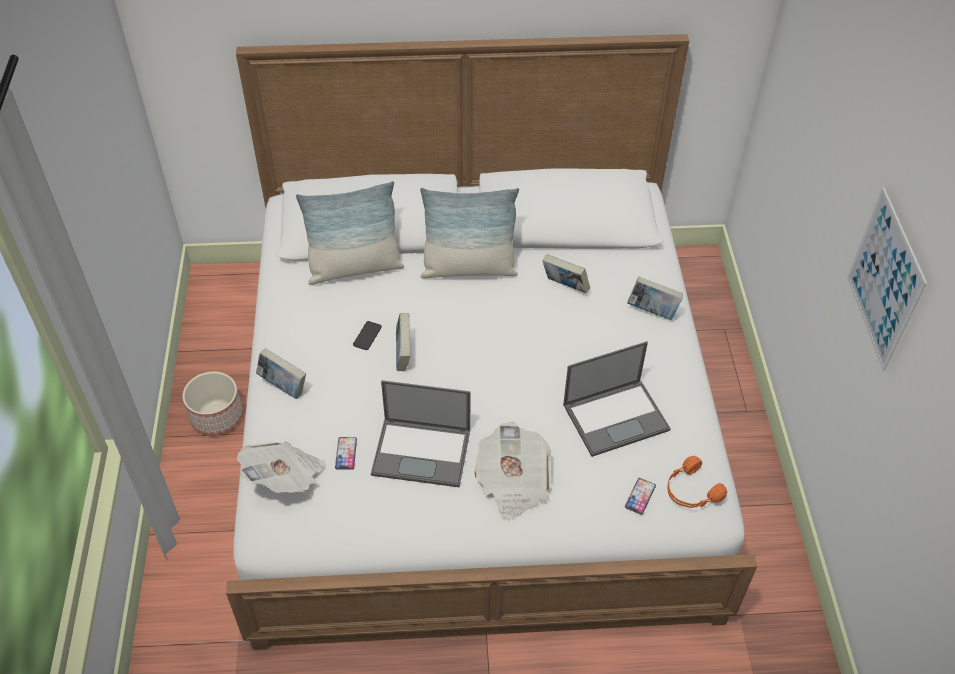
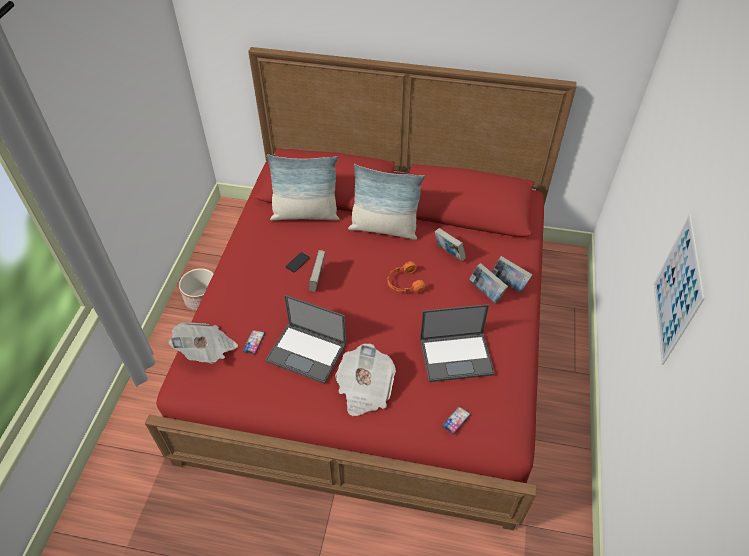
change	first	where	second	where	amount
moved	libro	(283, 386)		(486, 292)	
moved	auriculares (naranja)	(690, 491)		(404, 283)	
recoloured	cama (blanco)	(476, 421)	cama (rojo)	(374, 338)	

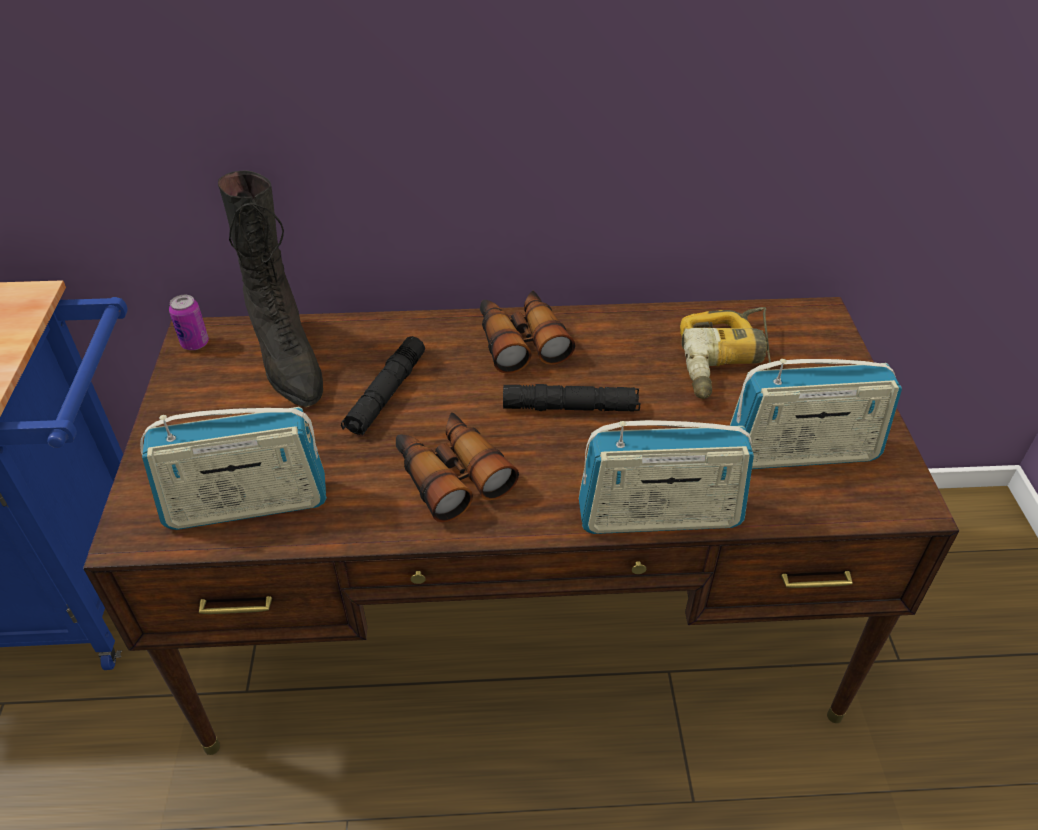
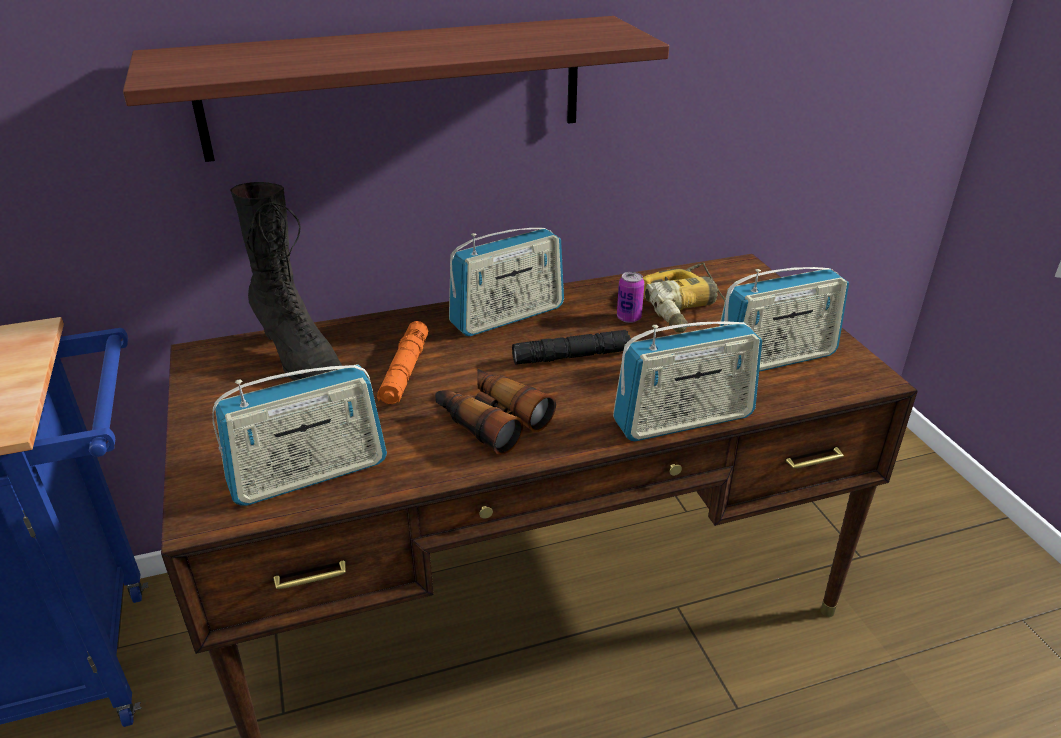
change	first	where	second	where	amount
added			estante	(395, 87)	
moved	lata	(195, 343)		(629, 318)	
replaced	prismáticos	(521, 340)	radio	(508, 316)	
recoloured	linterna (negro)	(386, 394)	linterna (naranja)	(405, 371)	

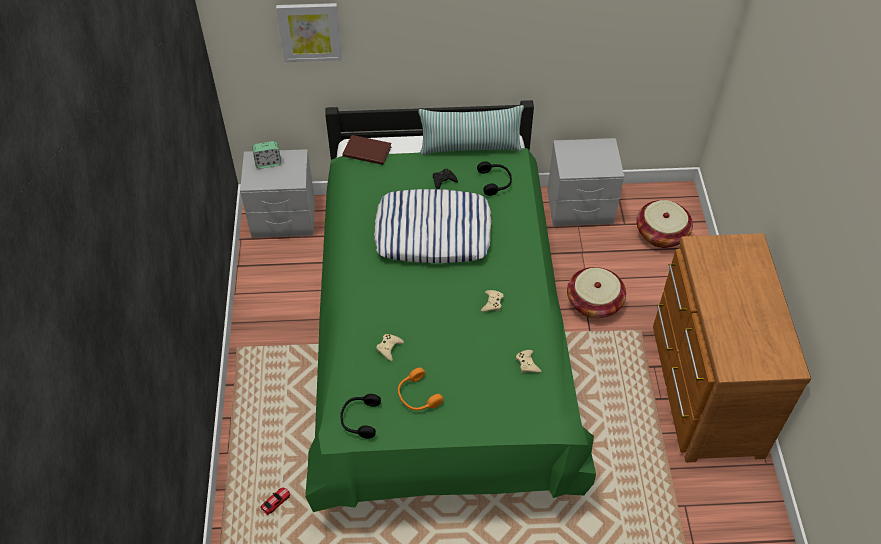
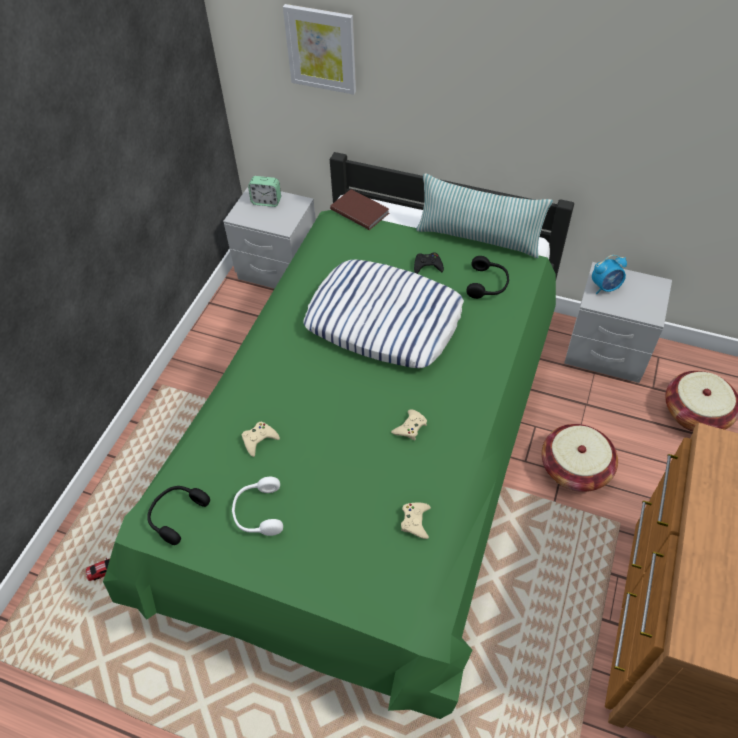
change	first	where	second	where	amount
added			despertador	(605, 287)	
recoloured	auriculares (naranja)	(417, 396)	auriculares (blanco)	(258, 512)	

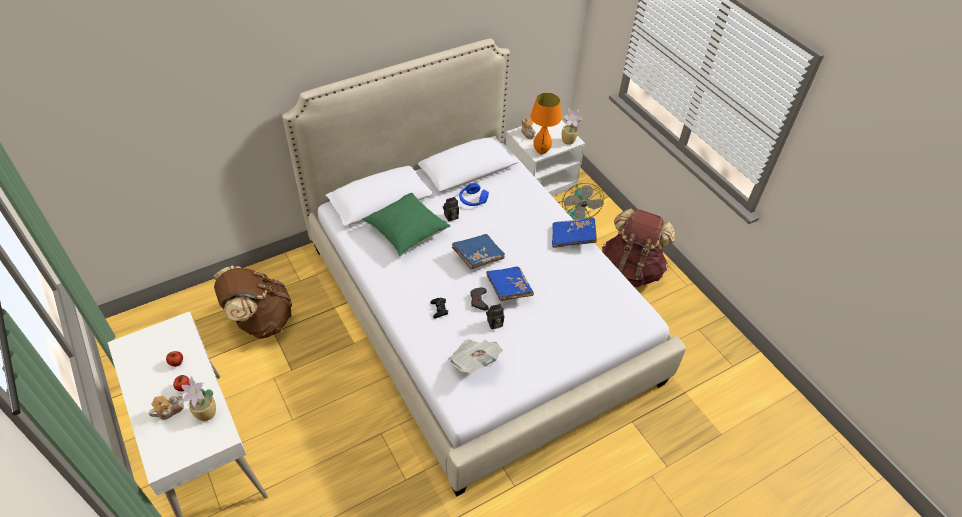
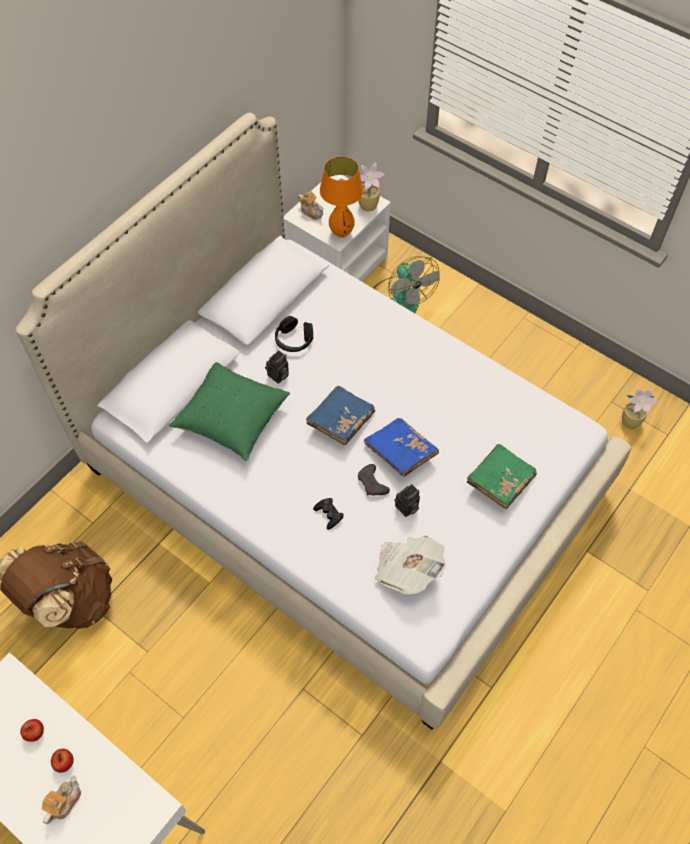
change	first	where	second	where	amount
removed	libro (azul)	(573, 238)			
removed	mochila (marrón)	(631, 270)			
added			libro (verde)	(500, 481)	
moved	planta en maceta	(207, 414)		(631, 422)	
recoloured	auriculares (azul)	(472, 200)	auriculares (negro)	(294, 340)	

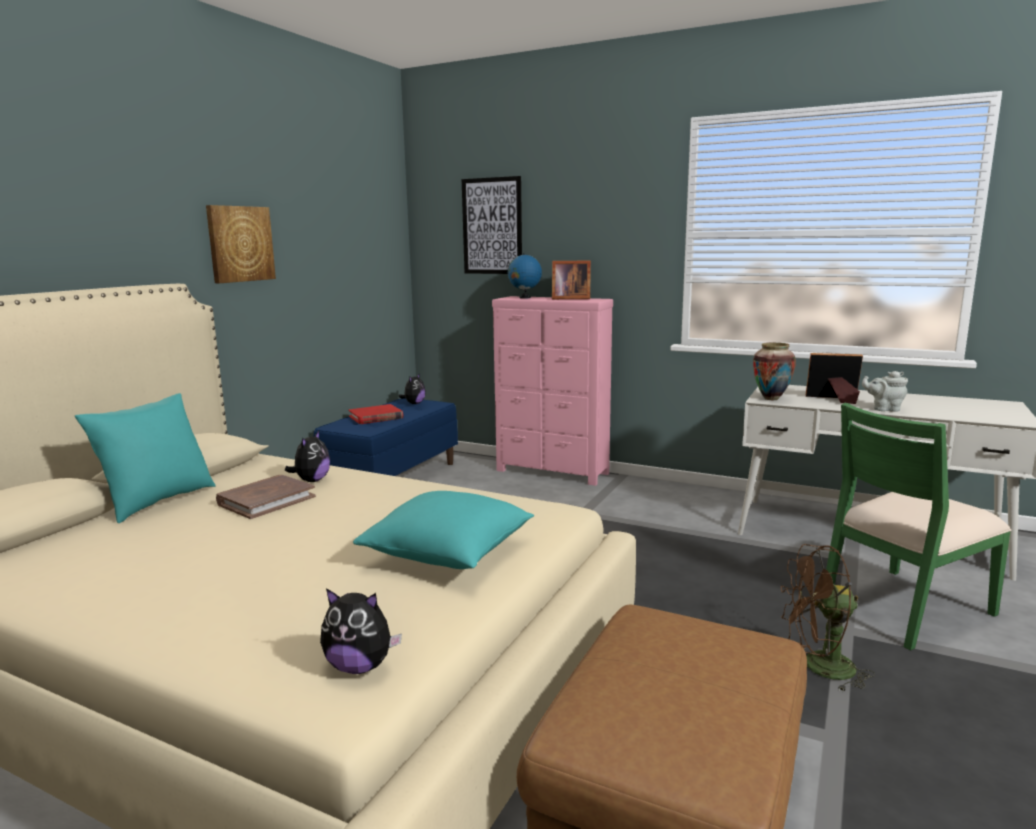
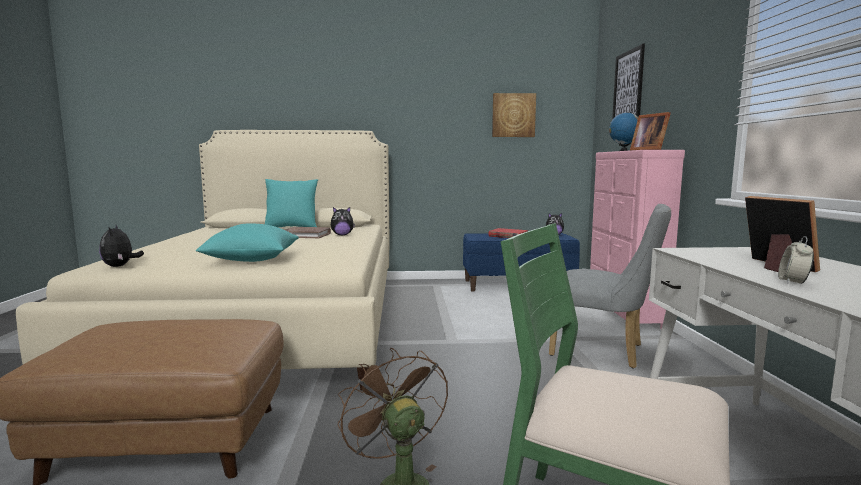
change	first	where	second	where	amount
removed	florero	(771, 399)			
added			silla (gris)	(604, 351)	
moved	cuadro	(240, 244)		(513, 115)	
replaced	tetera (gris)	(884, 409)	despertador	(793, 282)	

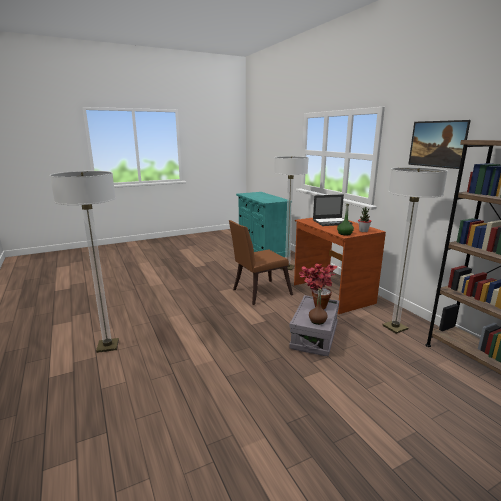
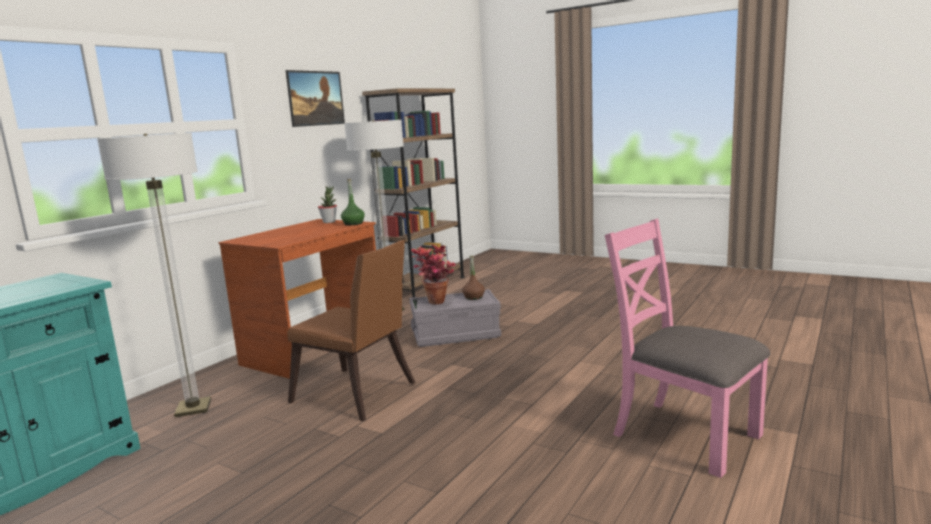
change	first	where	second	where	amount
removed	portátil	(332, 222)			
replaced	lámpara de pie	(108, 346)	silla (rosa)	(684, 435)	

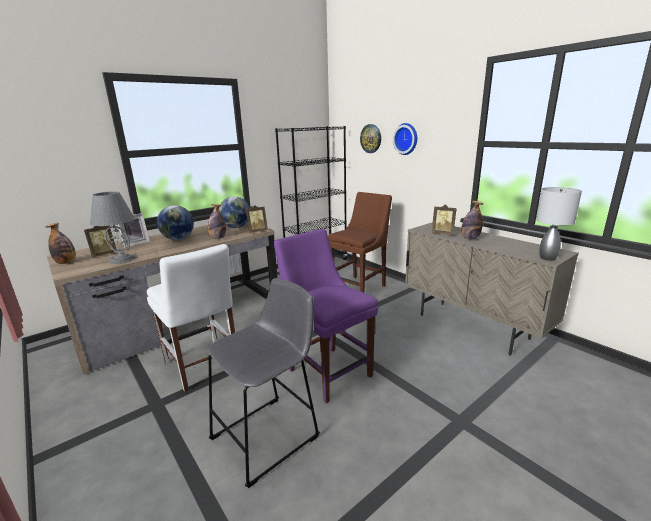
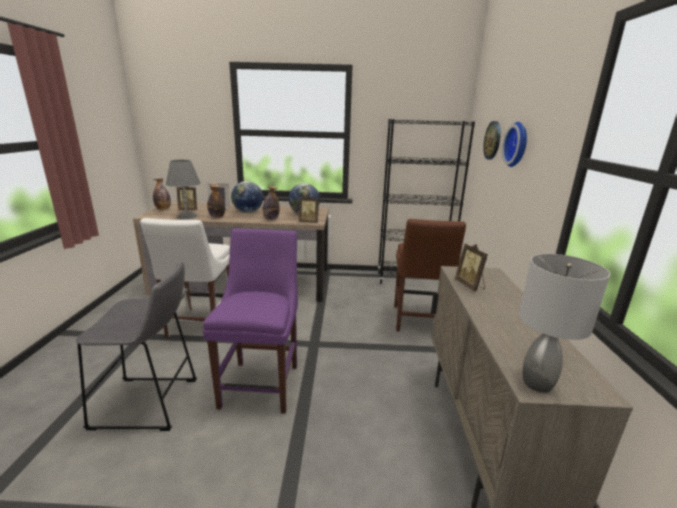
change	first	where	second	where	amount
moved	botella	(470, 238)		(217, 217)	
turned	silla (marrón)	(360, 287)		(418, 321)	105 degrees clockwise

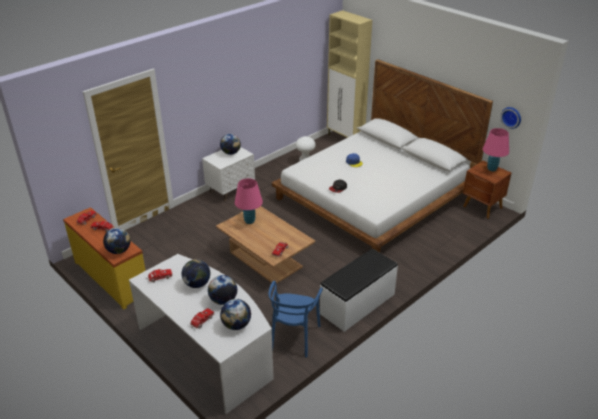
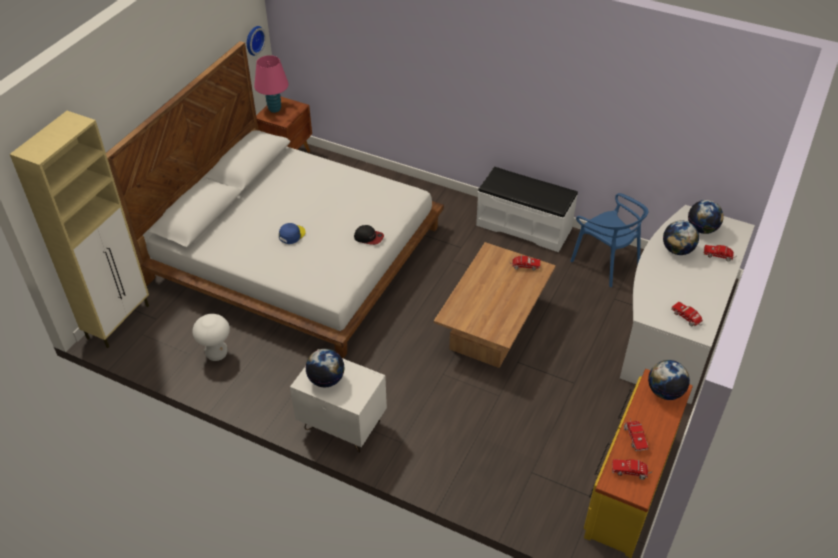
change	first	where	second	where	amount
removed	globo terráqueo	(197, 284)			
removed	lámpara de mesa (rosa)	(249, 221)			
turned	silla (azul)	(293, 337)		(606, 263)	60 degrees clockwise

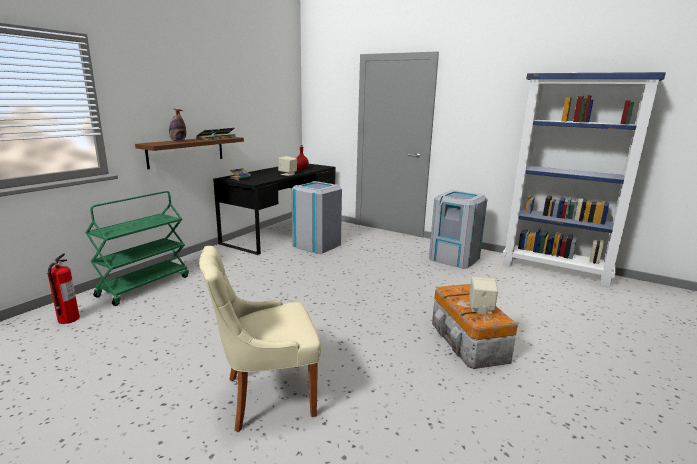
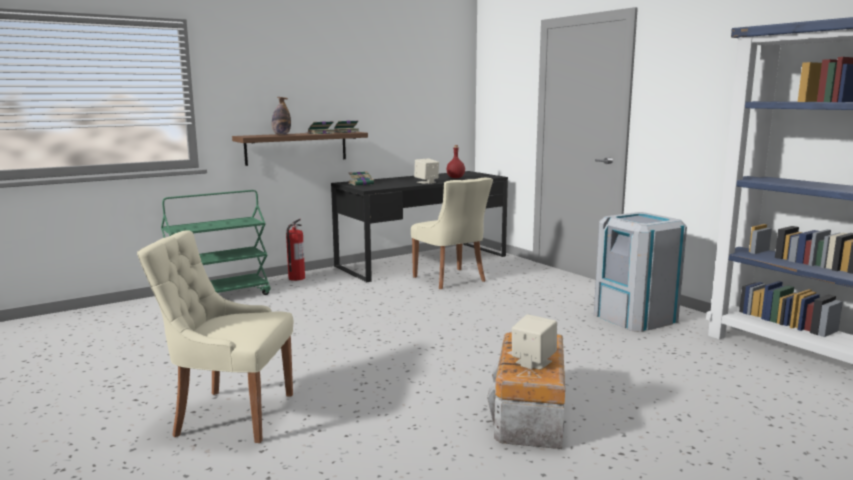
change	first	where	second	where	amount
moved	extintor	(68, 319)		(296, 278)	
replaced	papelera (gris)	(316, 245)	silla (beis)	(451, 279)	

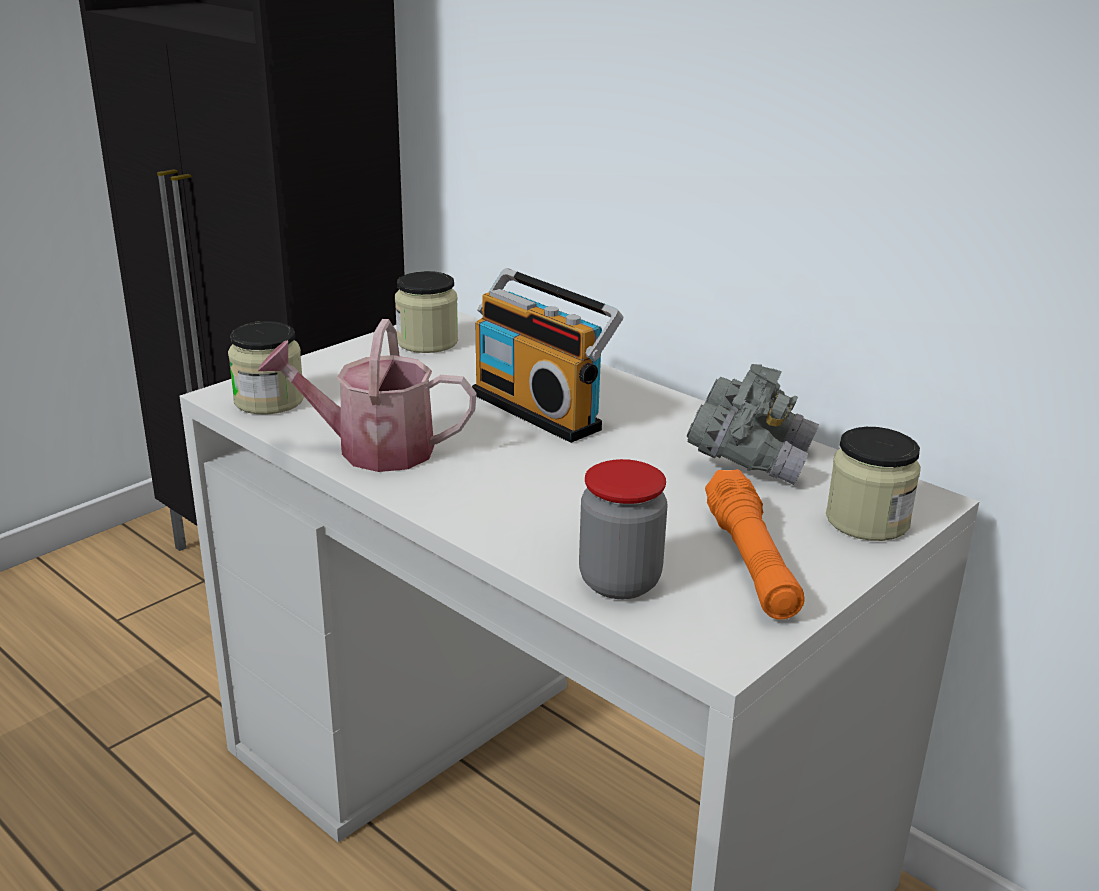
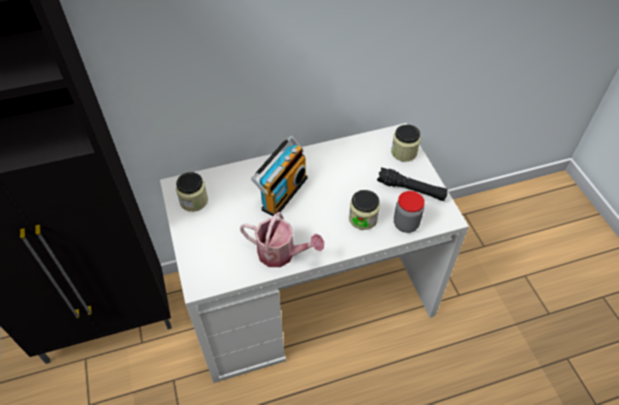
change	first	where	second	where	amount
removed	prismáticos (gris)	(749, 458)			
moved	tarro	(269, 401)		(363, 218)	
recoloured	linterna (naranja)	(750, 562)	linterna (negro)	(411, 189)	
turned	regadera	(372, 449)		(281, 253)	105 degrees counterclockwise
turned	radio	(541, 410)		(282, 192)	45 degrees counterclockwise

